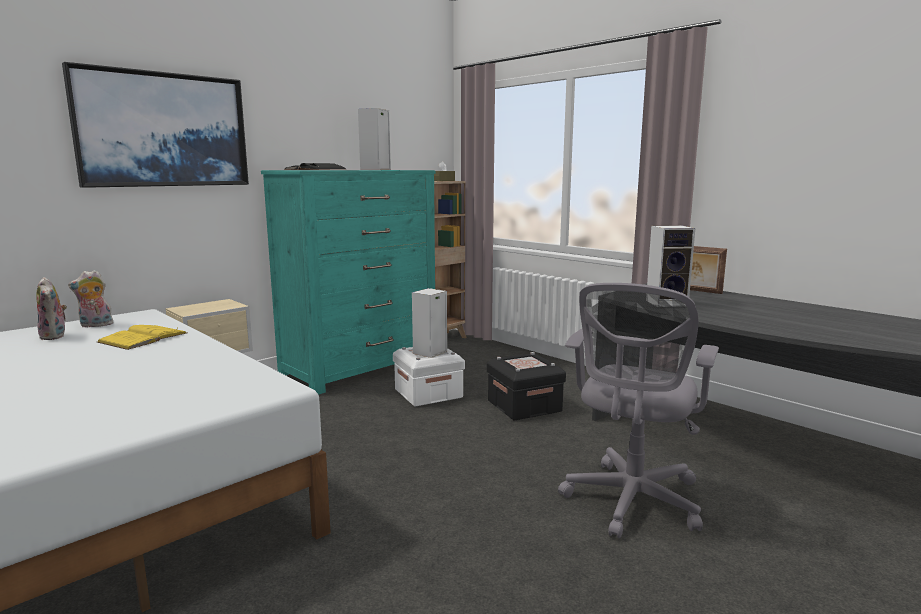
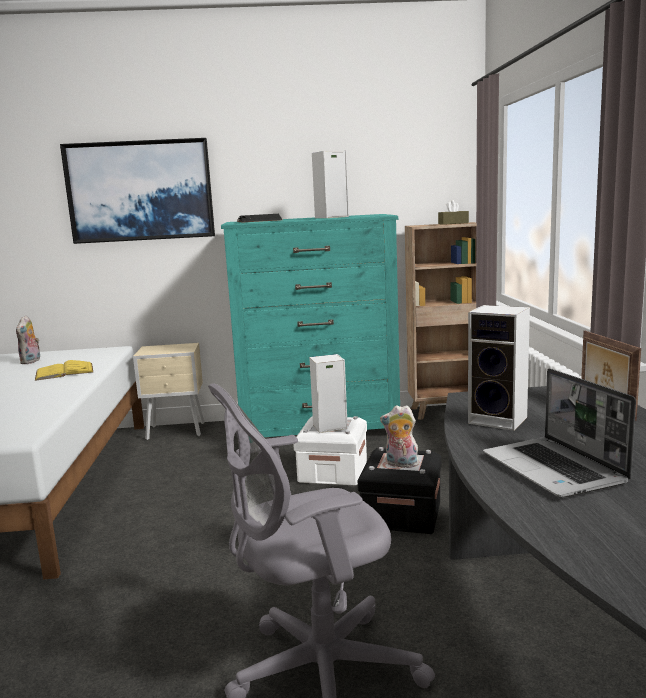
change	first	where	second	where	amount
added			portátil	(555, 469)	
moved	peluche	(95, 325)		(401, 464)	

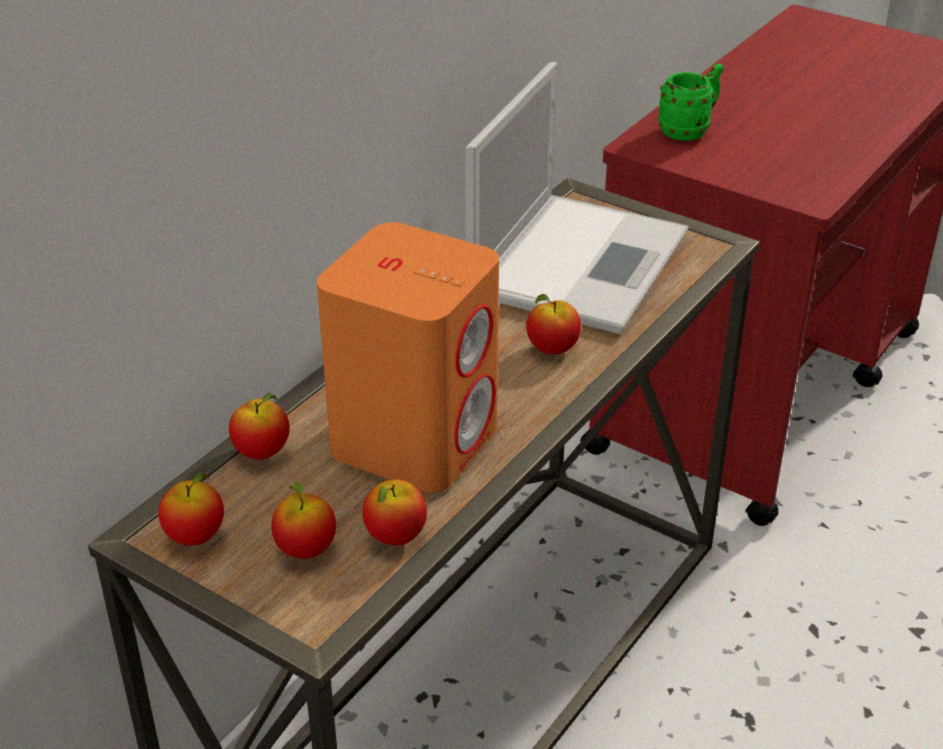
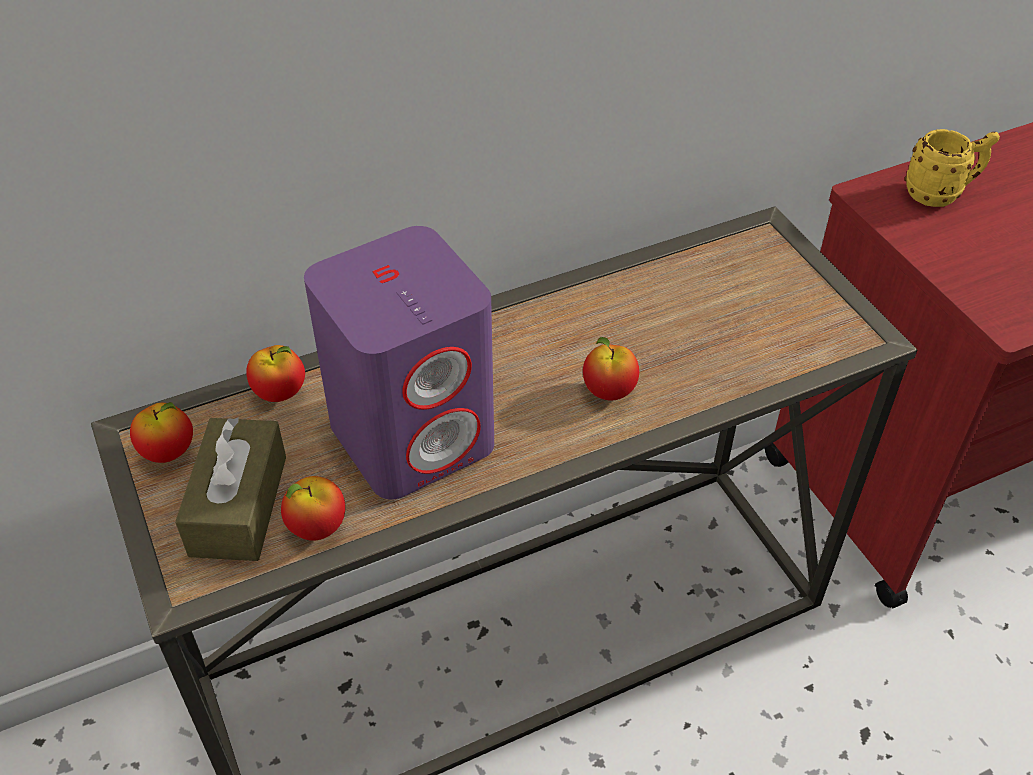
change	first	where	second	where	amount
removed	portátil	(580, 260)			
replaced	manzana	(305, 549)	caja de pañuelos (marrón)	(238, 505)	
recoloured	altavoz (naranja)	(415, 439)	altavoz (morado)	(414, 435)	
recoloured	taza grande (verde)	(689, 130)	taza grande (amarillo)	(940, 194)	

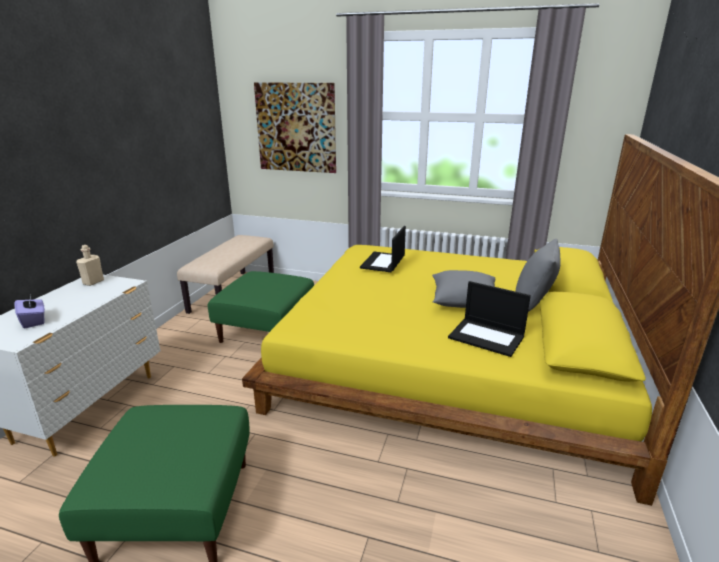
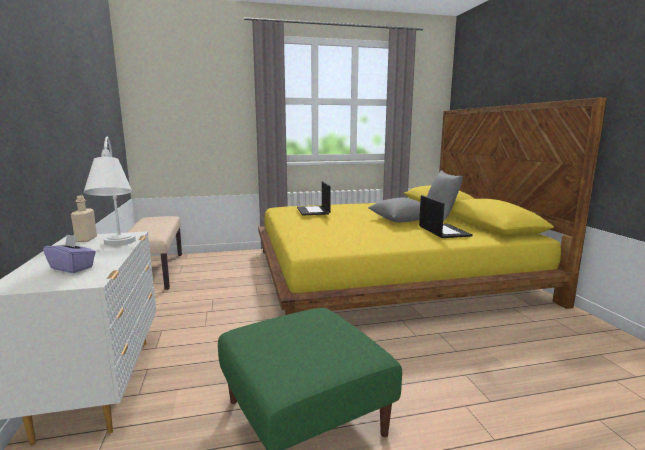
change	first	where	second	where	amount
removed	puf (verde)	(266, 330)			
removed	cuadro	(296, 128)			
added			lámpara de mesa (blanco)	(117, 247)	
turned	portátil	(487, 337)		(443, 231)	105 degrees counterclockwise

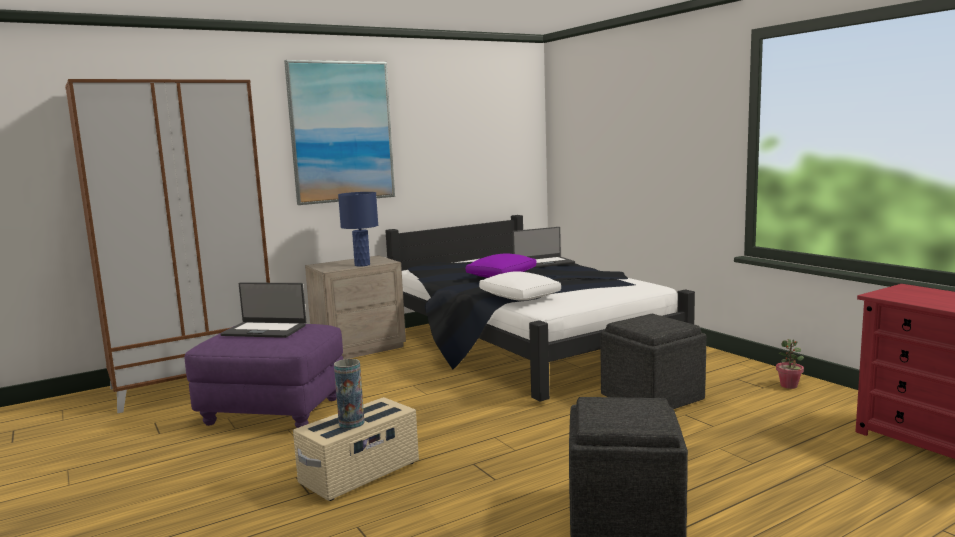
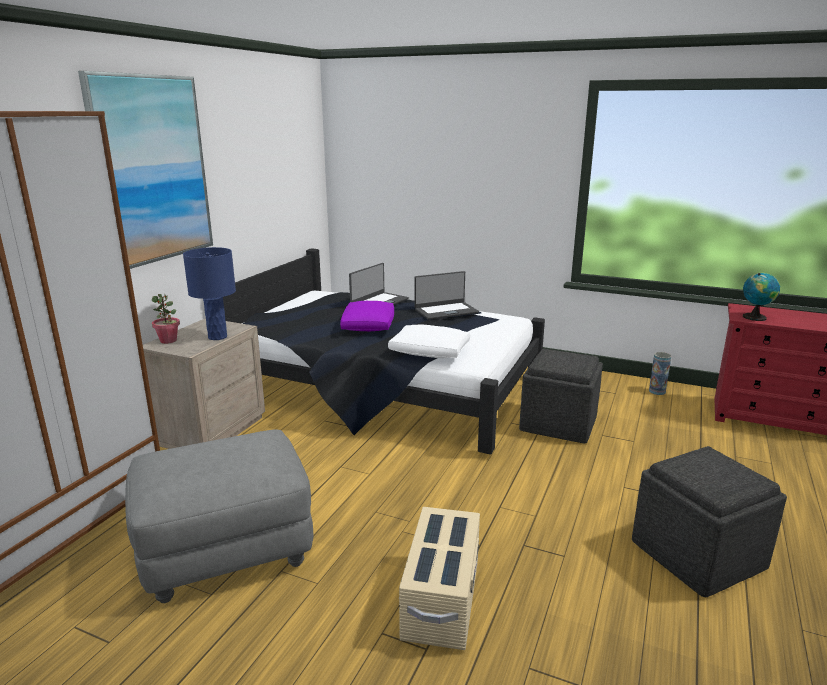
change	first	where	second	where	amount
added			globo terráqueo	(755, 317)	
moved	portátil	(265, 330)		(445, 311)	
moved	florero	(351, 423)		(657, 391)	
moved	planta en maceta	(789, 386)		(168, 341)	
recoloured	puf (morado)	(274, 411)	puf (gris)	(227, 550)	

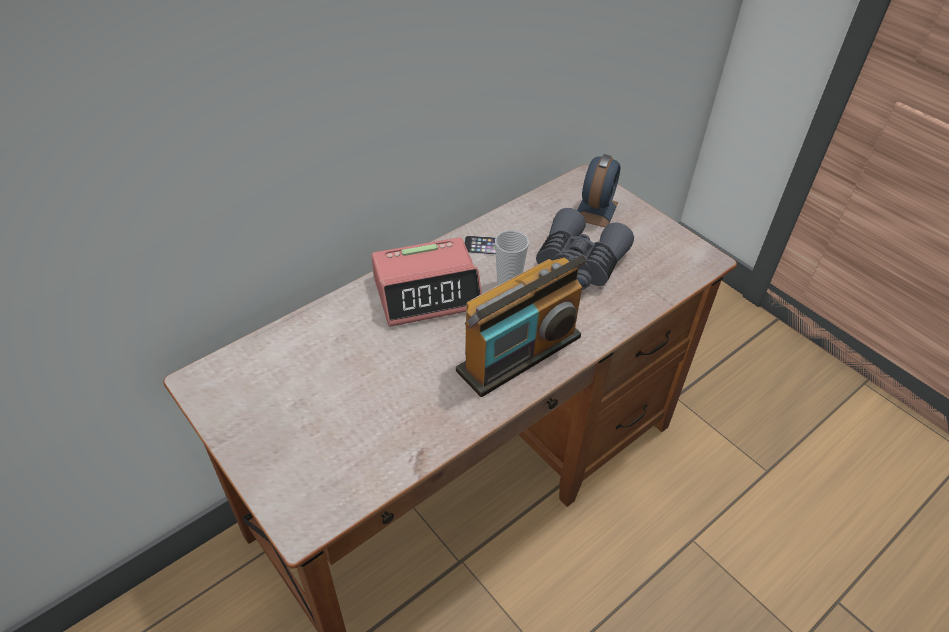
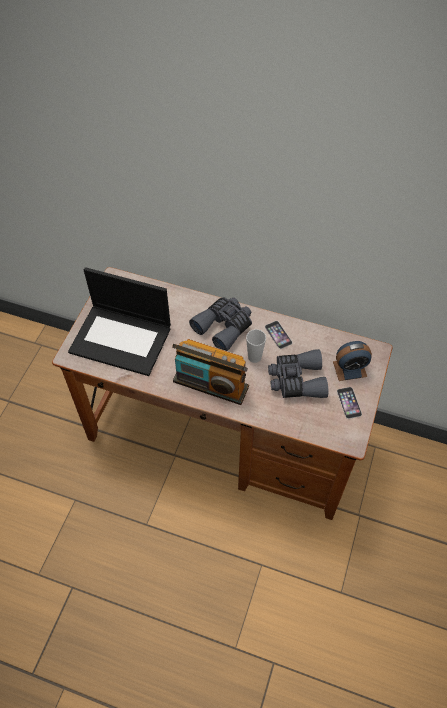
change	first	where	second	where	amount
added			portátil	(122, 339)	
added			móvil	(349, 402)	
replaced	despertador	(427, 292)	prismáticos (gris)	(224, 326)	

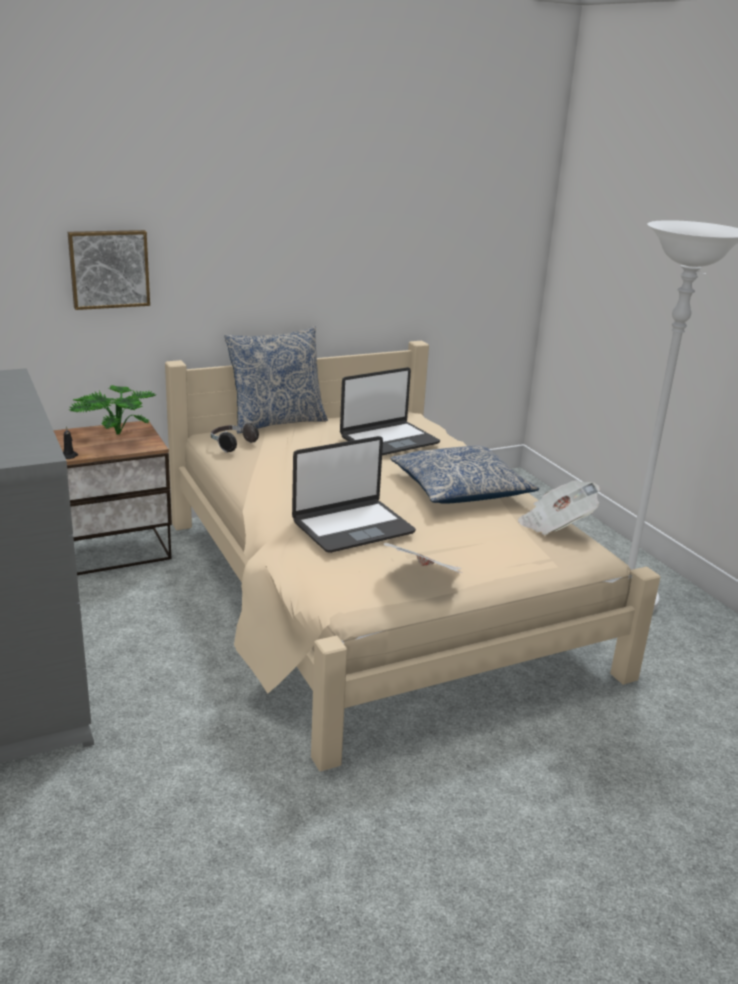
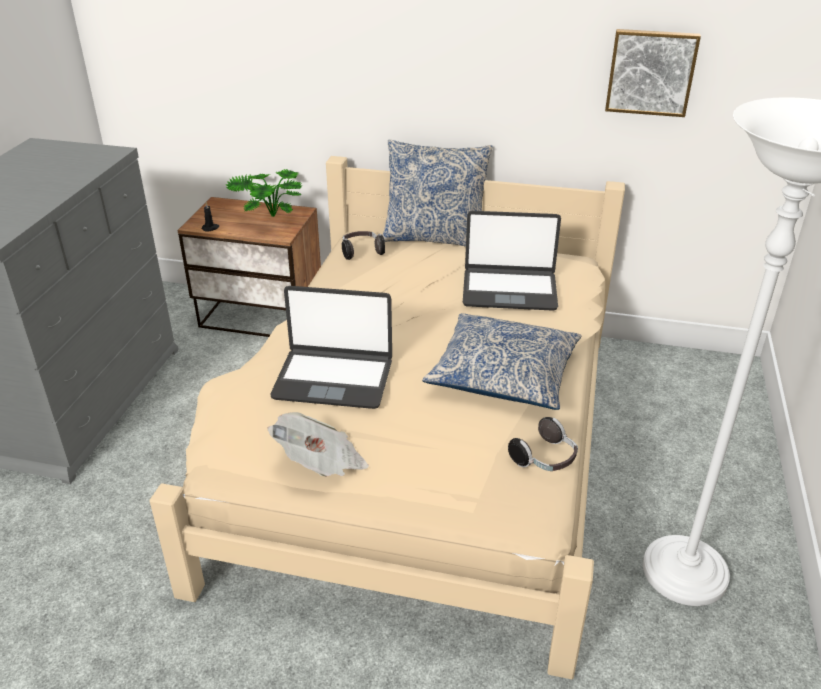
change	first	where	second	where	amount
moved	cuadro	(109, 268)		(651, 72)	
replaced	periódico	(556, 525)	auriculares	(545, 459)	

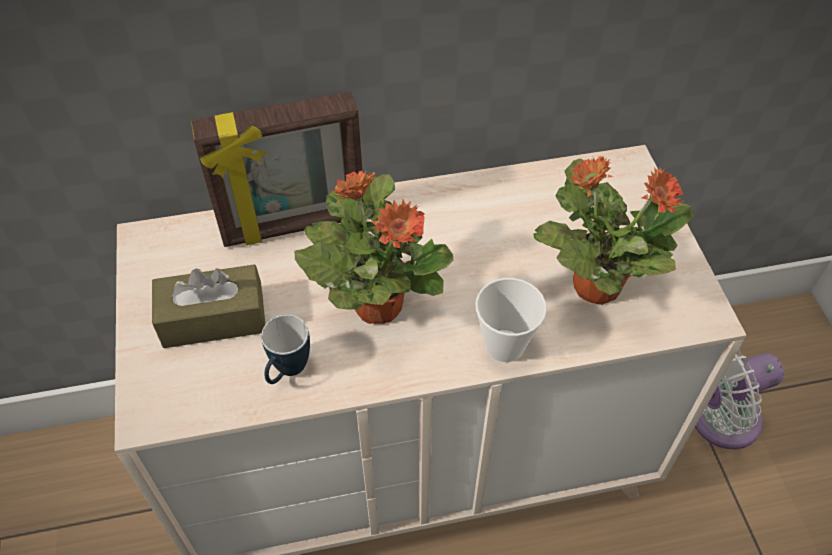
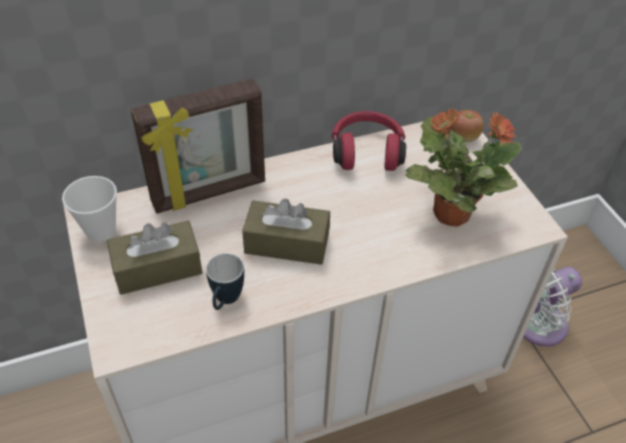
change	first	where	second	where	amount
added			auriculares (rojo)	(367, 151)	
added			manzana	(464, 138)	
moved	taza	(504, 345)		(101, 231)	
replaced	planta en maceta	(377, 304)	caja de pañuelos (marrón)	(287, 243)	

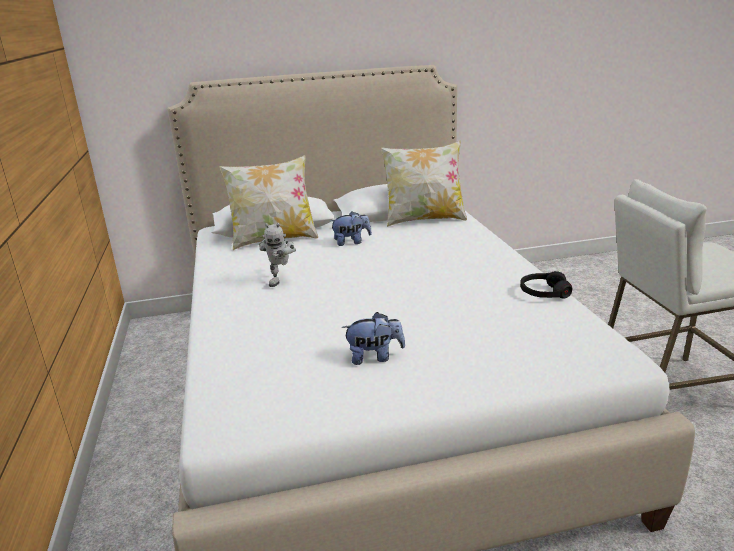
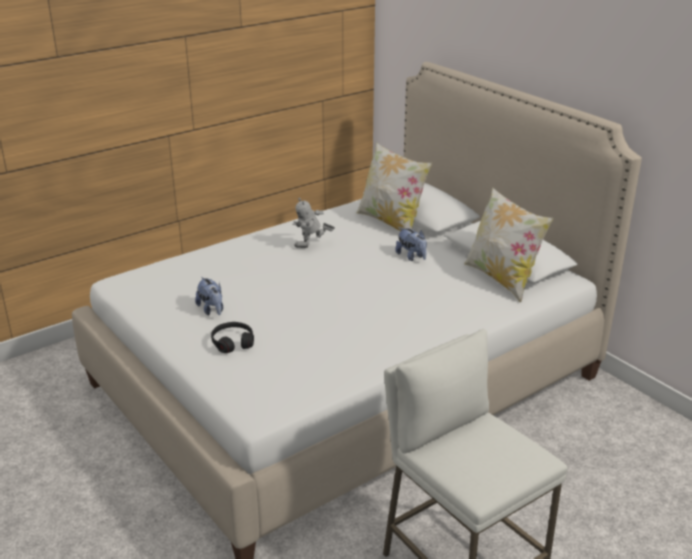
change	first	where	second	where	amount
moved	auriculares (negro)	(544, 293)		(232, 342)	

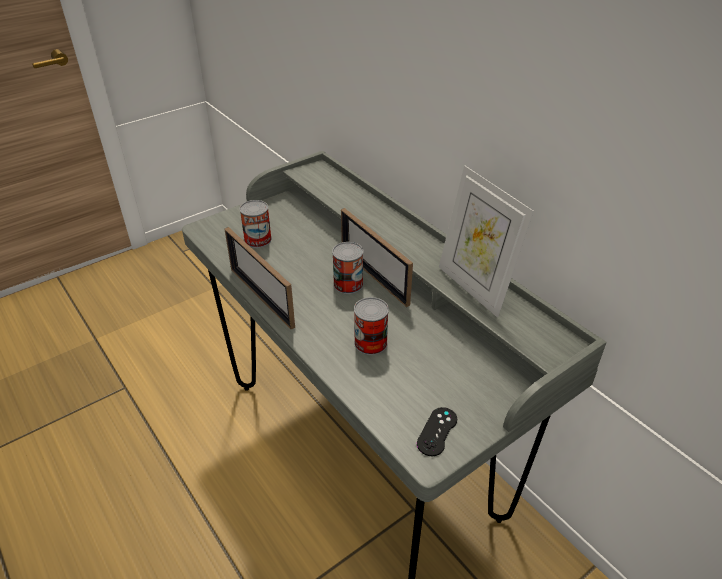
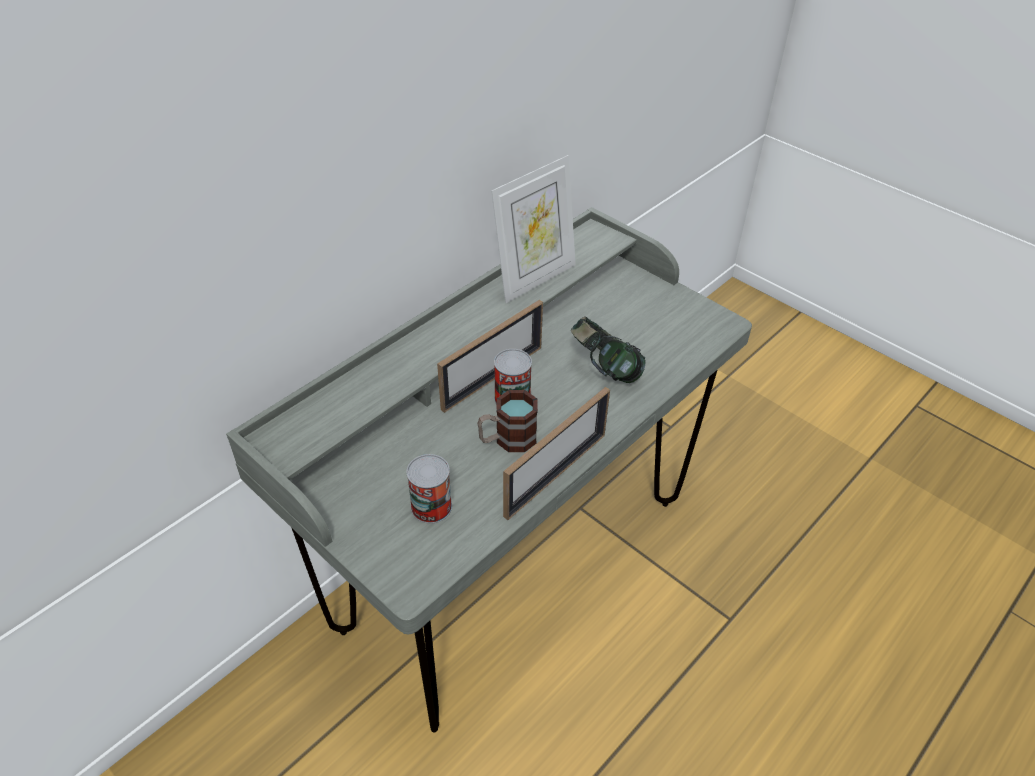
change	first	where	second	where	amount
removed	mando de consola (negro)	(437, 431)			
added			taza grande	(507, 439)	
replaced	lata	(370, 343)	auriculares	(604, 369)	

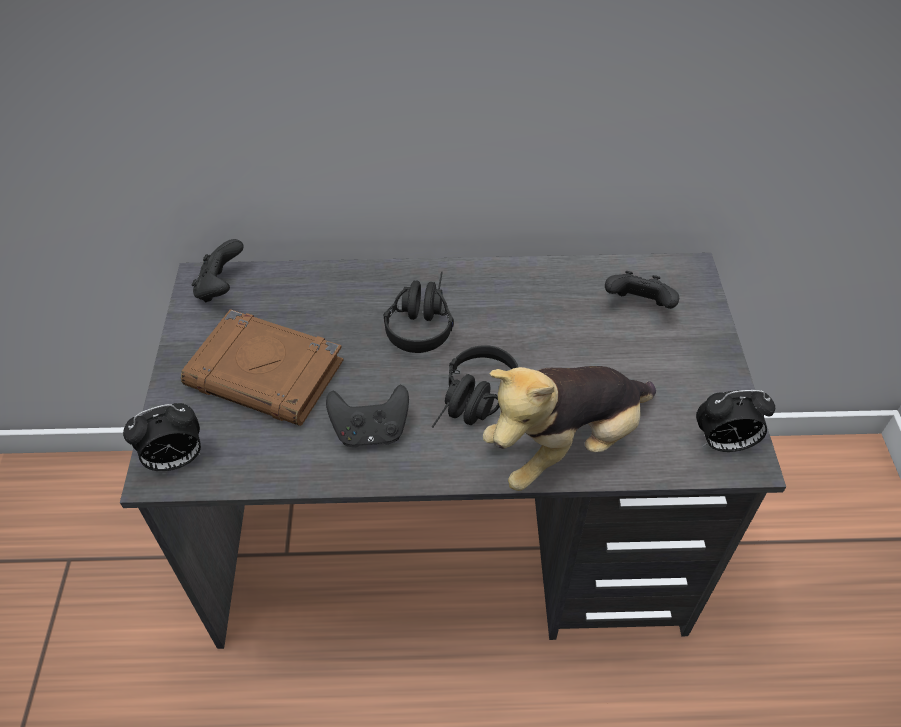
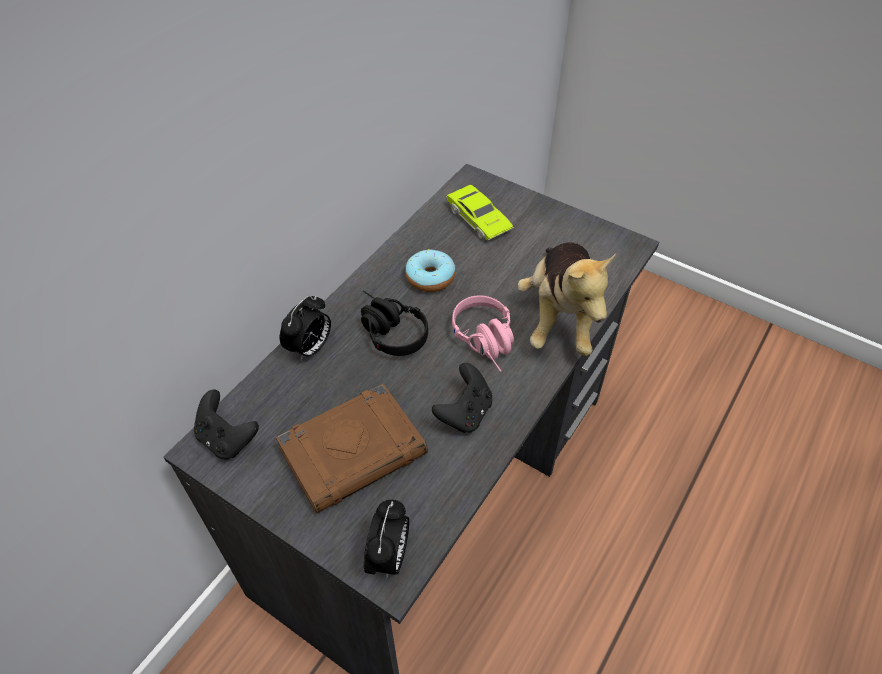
change	first	where	second	where	amount
added			rosquilla	(430, 277)	
moved	despertador	(723, 443)		(310, 348)	
replaced	mando de consola (negro)	(638, 306)	coche de juguete (verde)	(478, 219)	
recoloured	auriculares (negro)	(474, 404)	auriculares (rosa)	(488, 343)	

